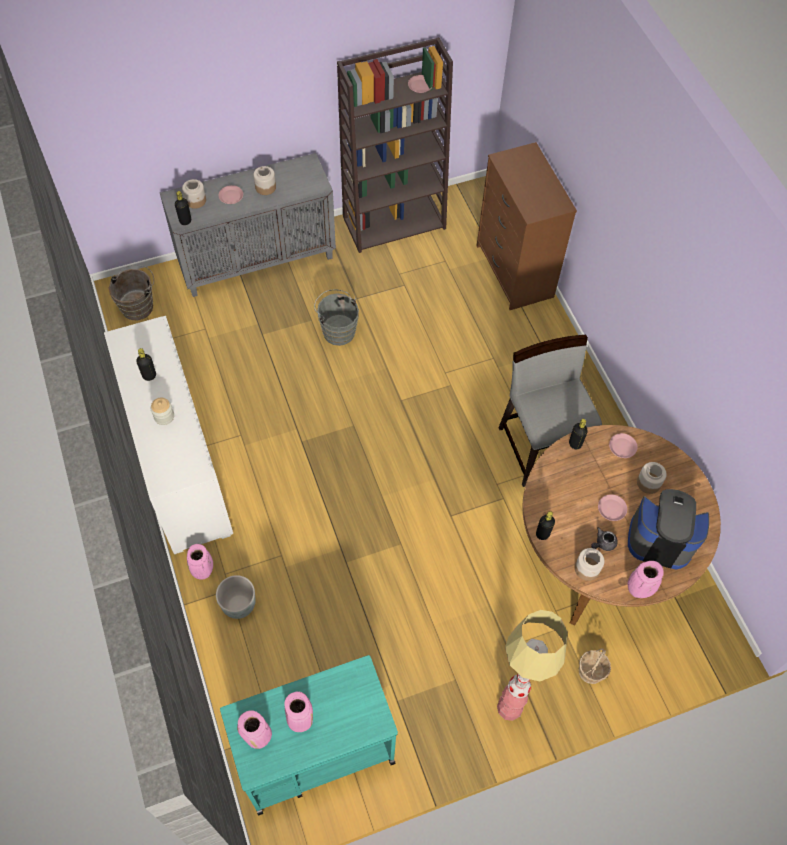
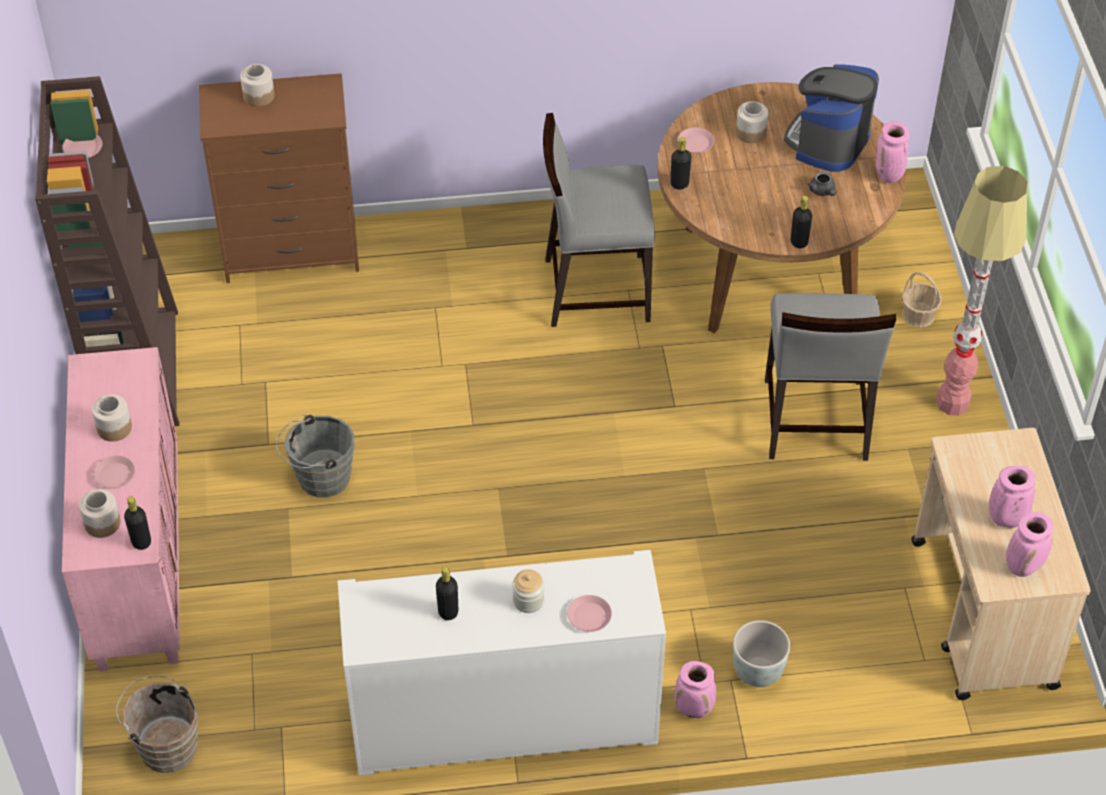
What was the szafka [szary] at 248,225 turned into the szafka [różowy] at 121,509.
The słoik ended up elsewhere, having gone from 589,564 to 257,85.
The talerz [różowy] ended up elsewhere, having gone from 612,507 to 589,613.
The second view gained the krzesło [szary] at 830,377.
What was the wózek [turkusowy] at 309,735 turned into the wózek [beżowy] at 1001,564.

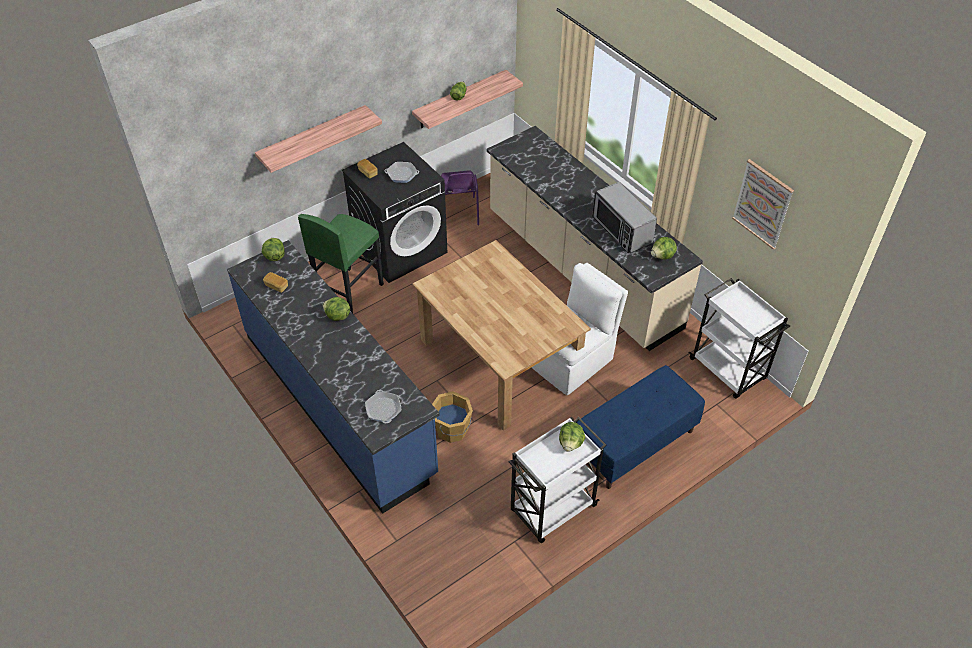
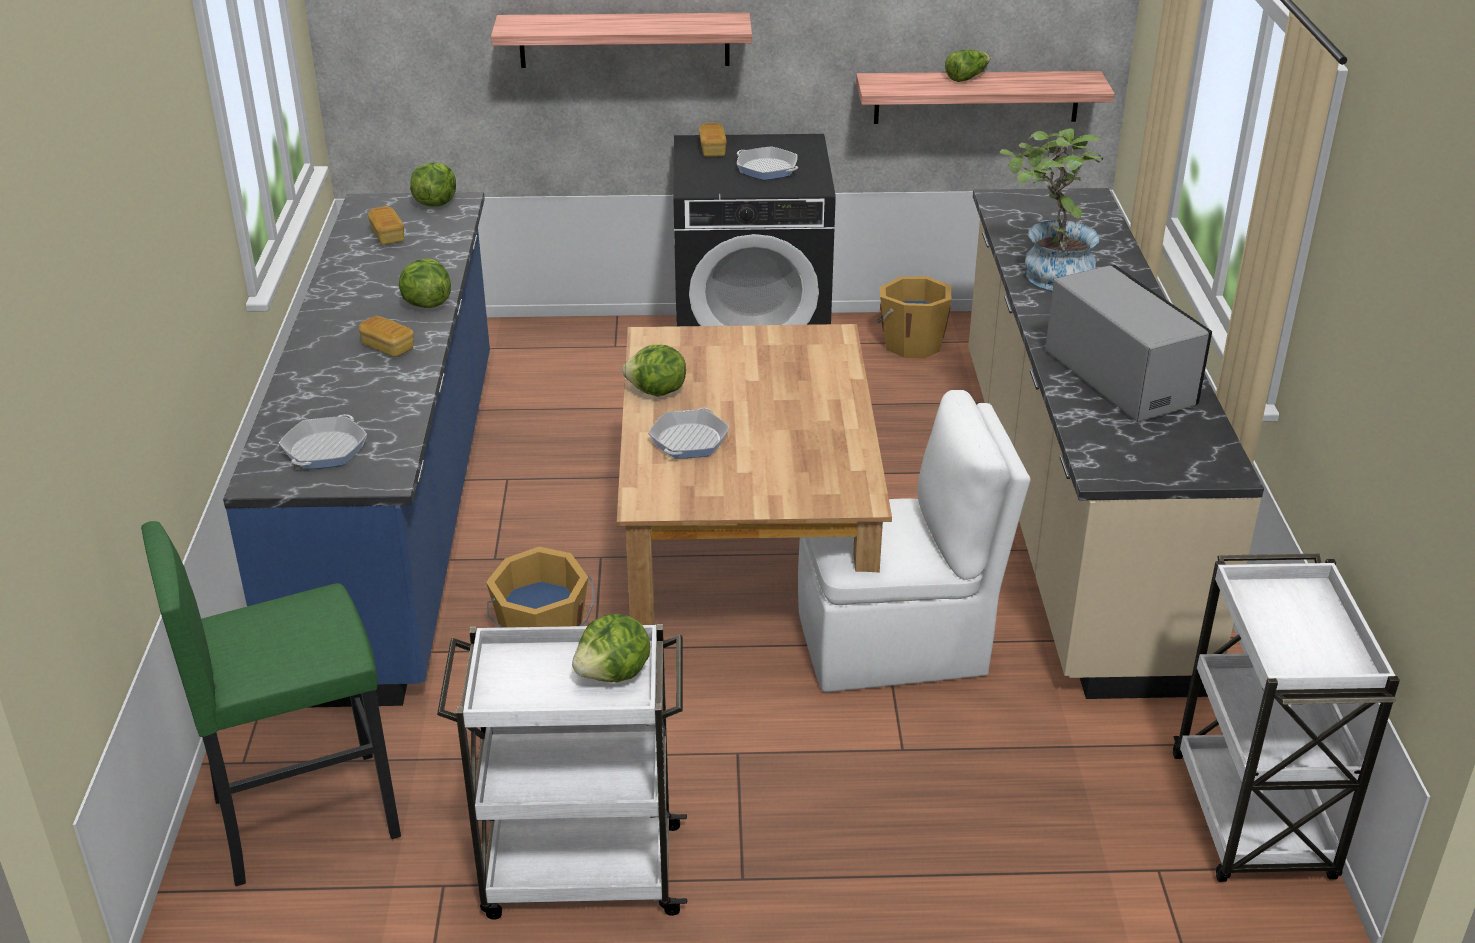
The stołek [zielony] ended up elsewhere, having gone from 341,263 to 271,703.
The second view gained the chleb at 386,336.
The sałata ended up elsewhere, having gone from 664,248 to 654,370.
The second view gained the patelnia at 689,433.
Where the krzesło [fioletowy] stood at 460,199, the wiadro [pomarańczowy] came to stand at 913,317.
The second view gained the roślina doniczkowa at 1051,209.
The mikrofalówka at 624,217 ended up facing another way, 150 degrees clockwise from before.
The second view lost the ławka [niebieski] at 641,427.
The second view lost the obraz at 763,204.

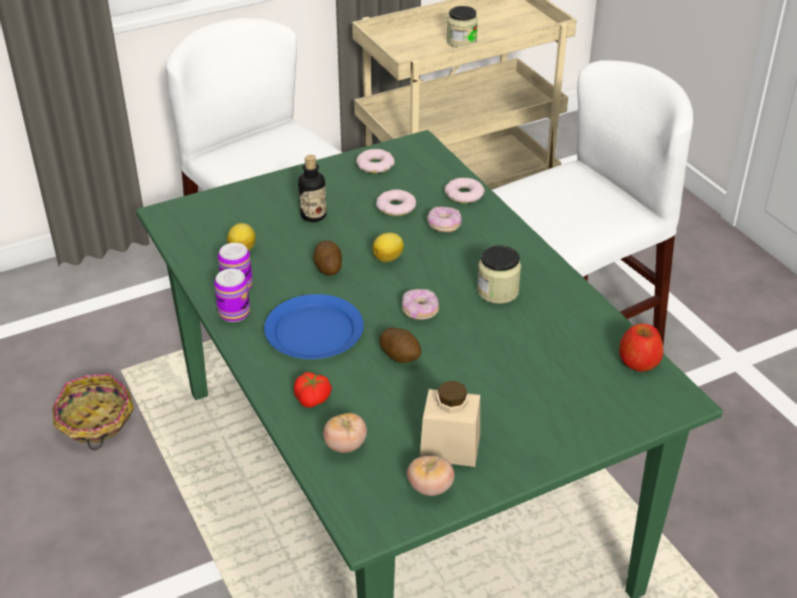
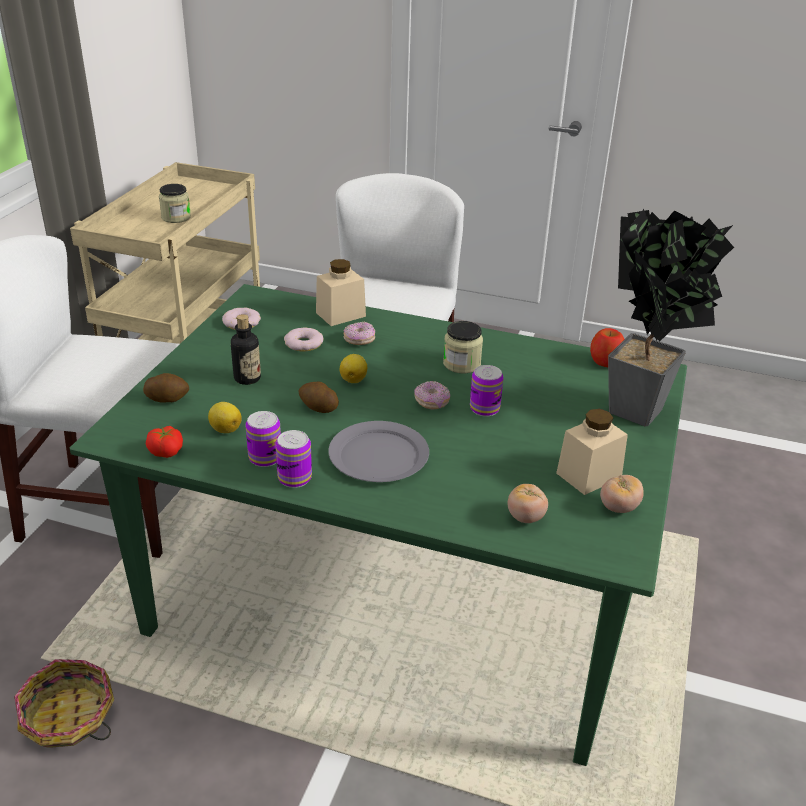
The ziemniak ended up elsewhere, having gone from 400,345 to 166,387.
The pomidor ended up elsewhere, having gone from 313,389 to 164,442.
Where the donut stood at 465,190, the słoik [beżowy] came to stand at 341,292.
What was the talerz [niebieski] at 314,326 turned into the talerz [szary] at 378,451.
The second view gained the puszka at 486,391.
The second view gained the roślina doniczkowa at 671,317.

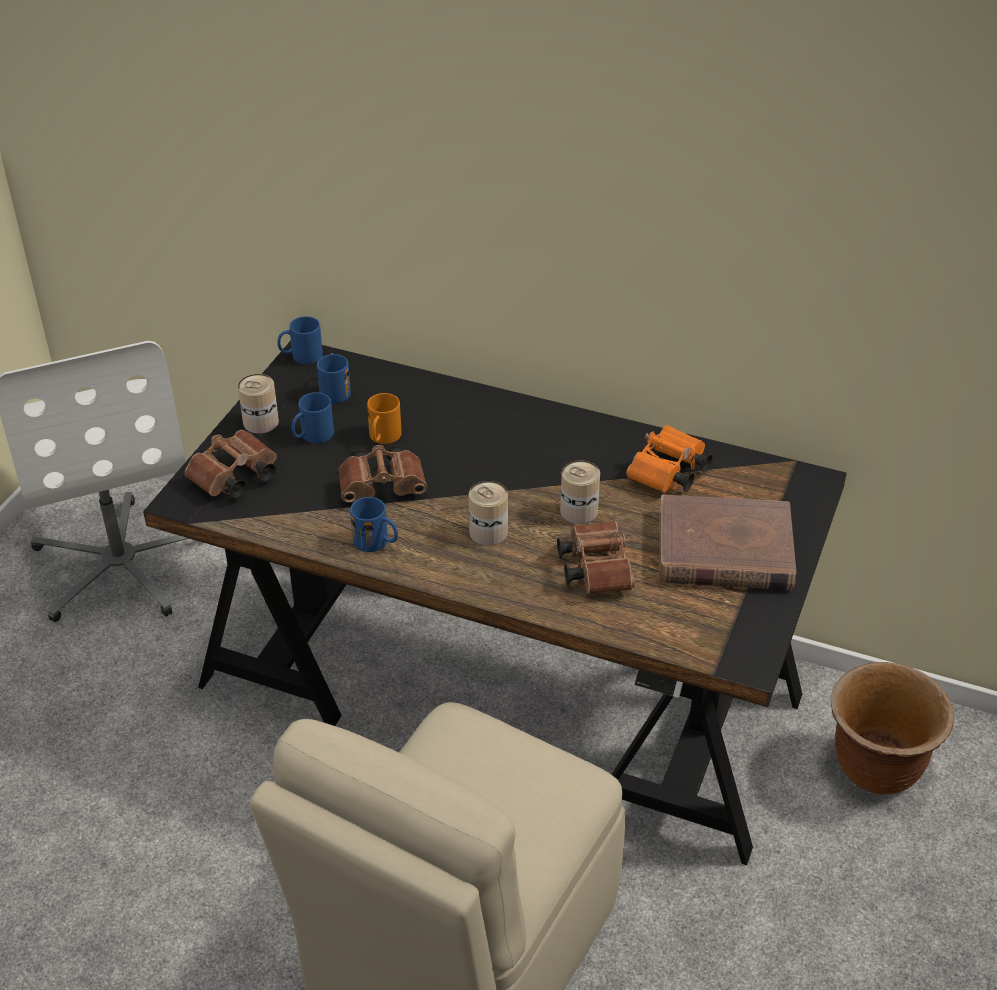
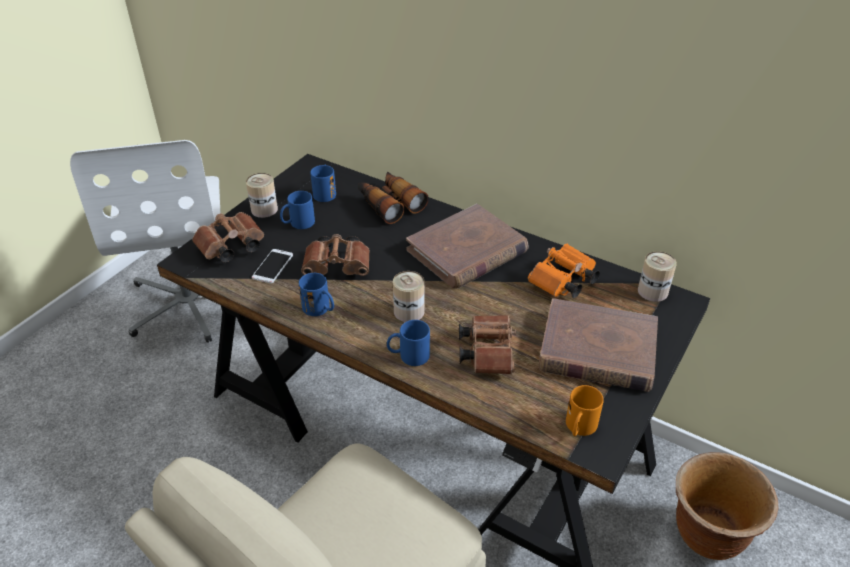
The second view gained the telefon at 272,266.
The second view gained the lornetka at 393,198.
The kubek [niebieski] ended up elsewhere, having gone from 300,340 to 408,343.
The second view gained the książka [brązowy] at 467,246.
The kubek [pomarańczowy] ended up elsewhere, having gone from 384,418 to 585,410.
The puszka ended up elsewhere, having gone from 580,492 to 657,276.

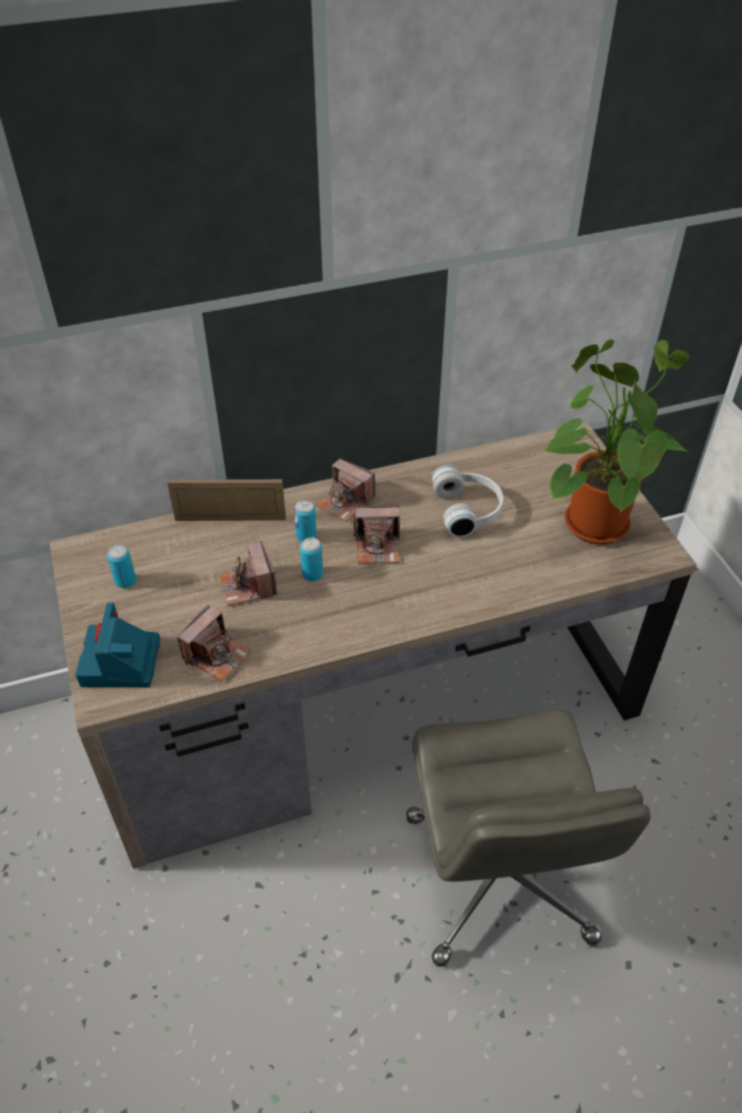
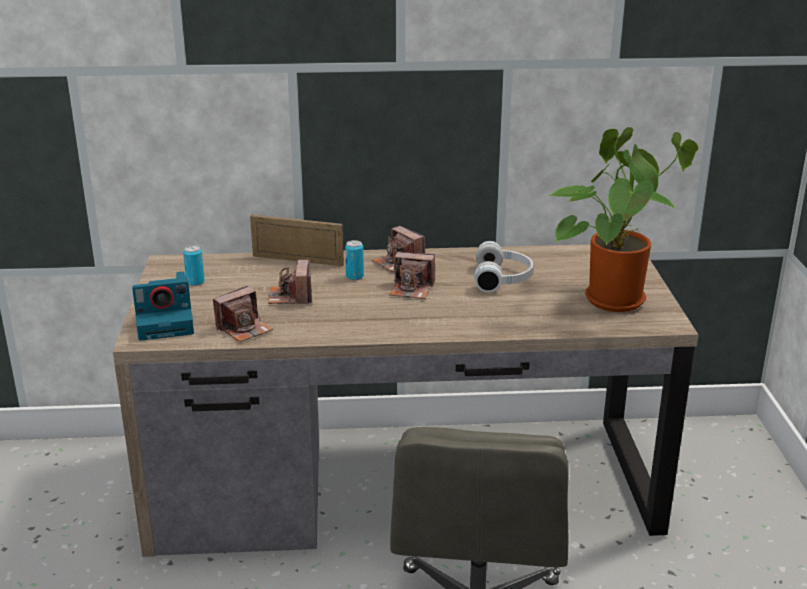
The aparat fotograficzny at 117,645 ended up facing another way, 120 degrees counterclockwise from before.
The second view lost the puszka at 311,559.

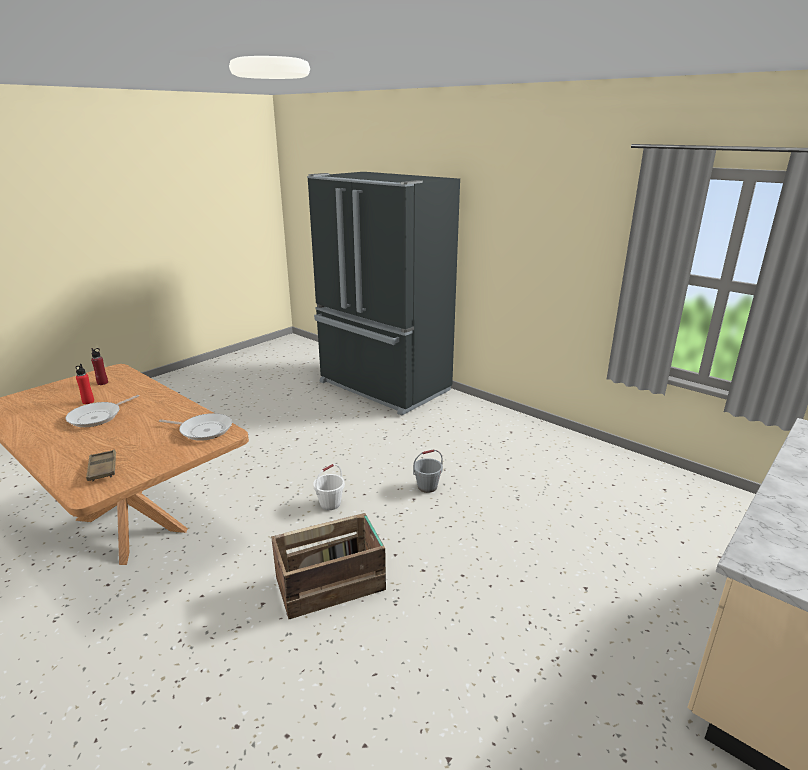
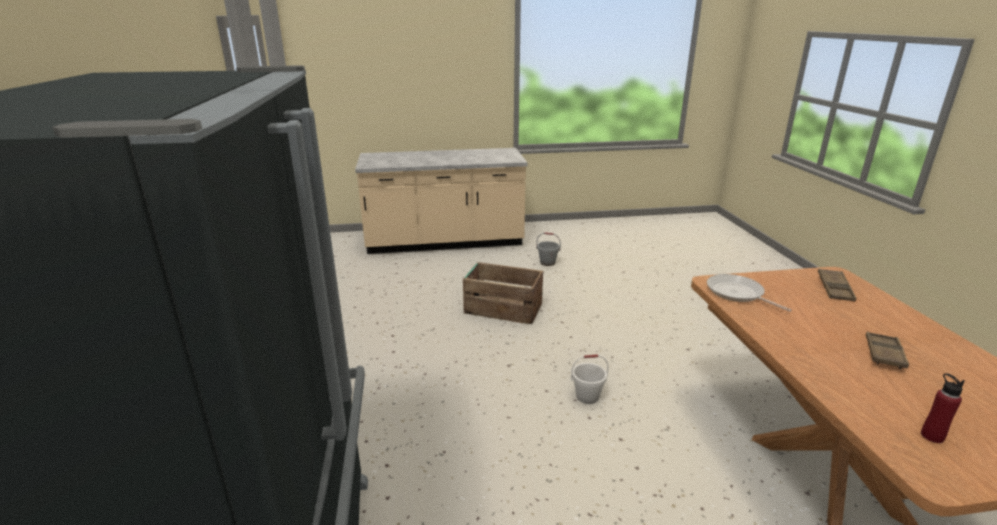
The skrzynka ended up elsewhere, having gone from 328,566 to 503,293.
The wiadro [szary] ended up elsewhere, having gone from 428,471 to 548,249.
Where the patelnia stood at 102,411, the taca [brązowy] came to stand at 887,350.
The second view lost the butelka [czerwony] at 84,384.

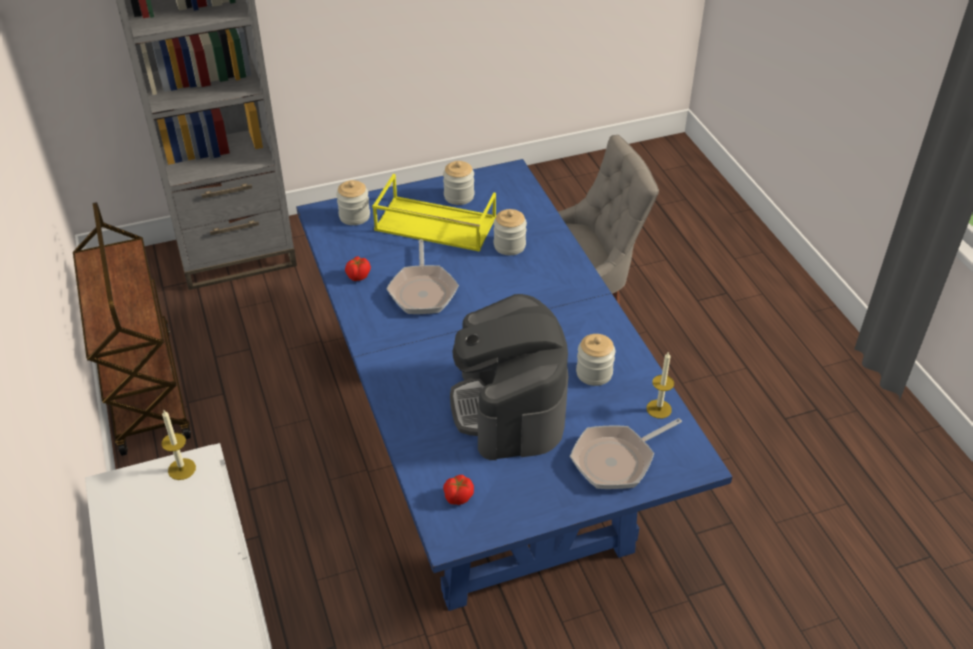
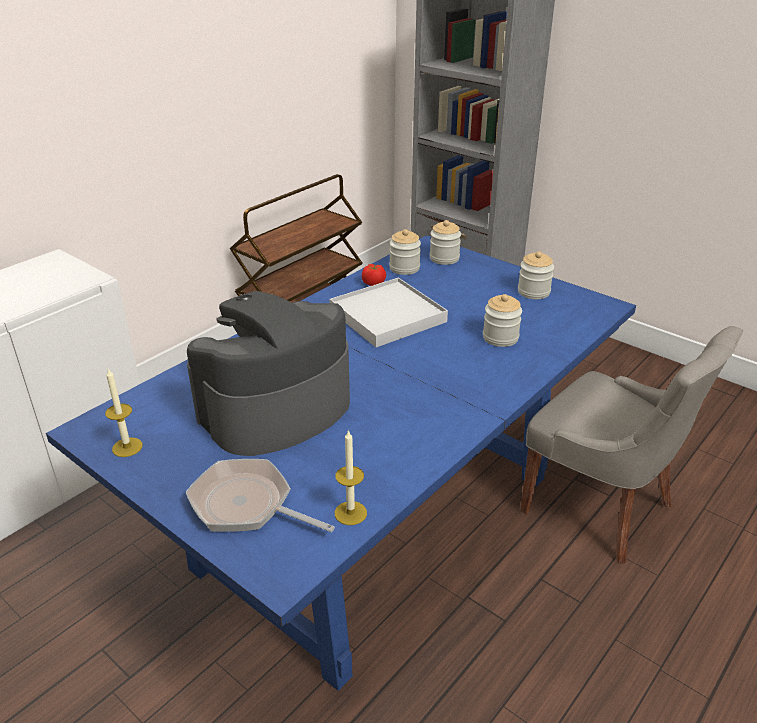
The świeca ended up elsewhere, having gone from 178,445 to 123,412.
Where the patelnia stood at 422,276, the taca [biały] came to stand at 388,312.
The słoik ended up elsewhere, having gone from 595,360 to 405,252.
The second view lost the taca [żółty] at 434,213.
The second view lost the pomidor at 458,490.

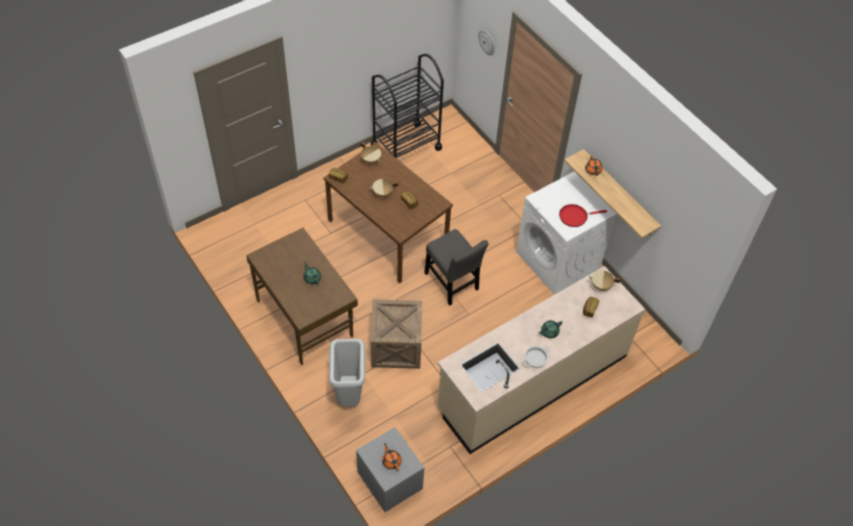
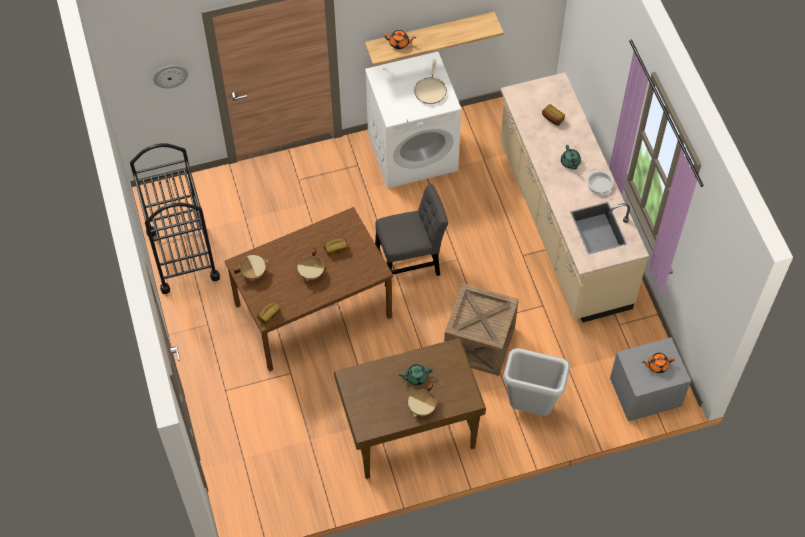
The garnek [beżowy] ended up elsewhere, having gone from 605,280 to 422,399.
What was the patelnia [czerwony] at 583,215 turned into the patelnia [beżowy] at 430,81.

